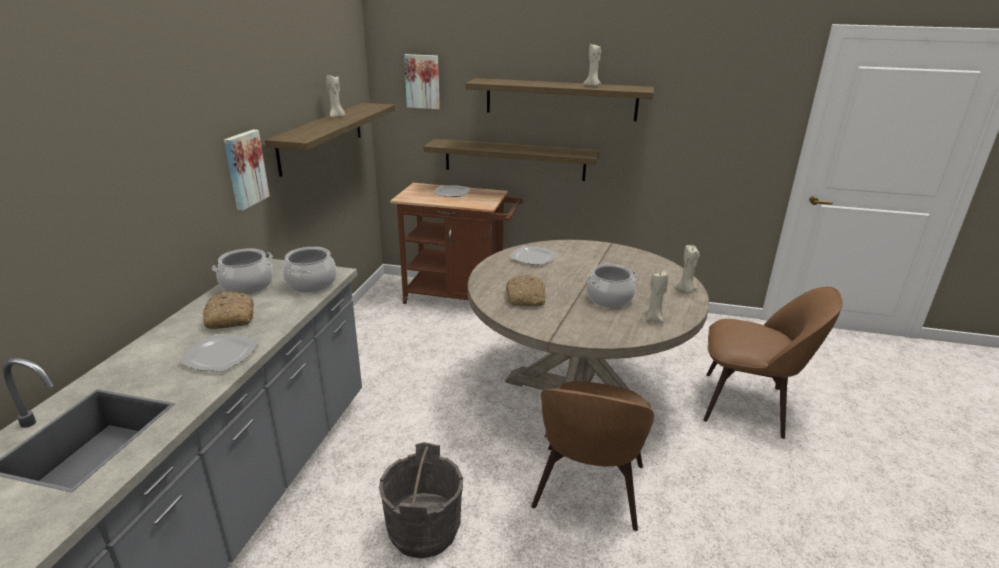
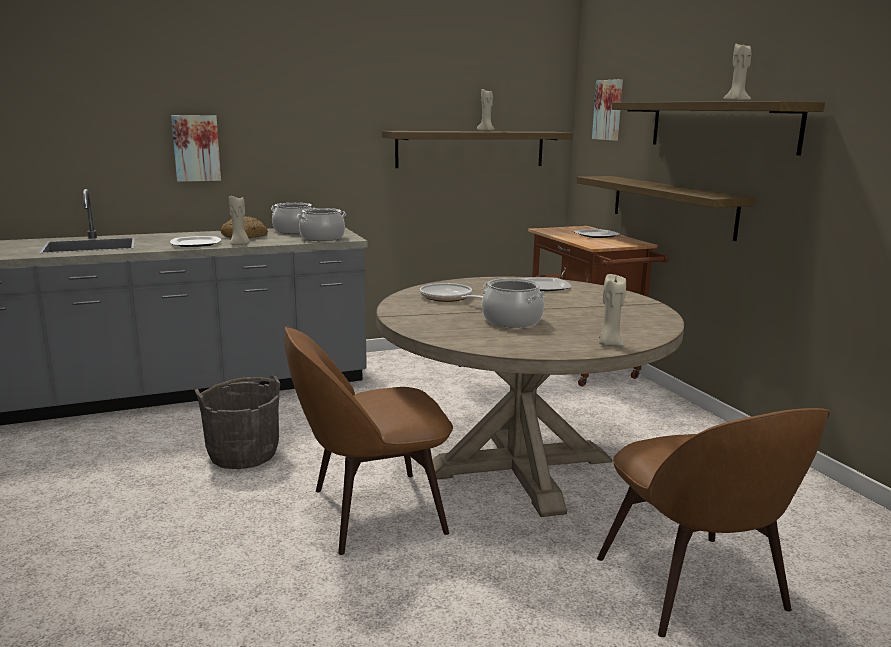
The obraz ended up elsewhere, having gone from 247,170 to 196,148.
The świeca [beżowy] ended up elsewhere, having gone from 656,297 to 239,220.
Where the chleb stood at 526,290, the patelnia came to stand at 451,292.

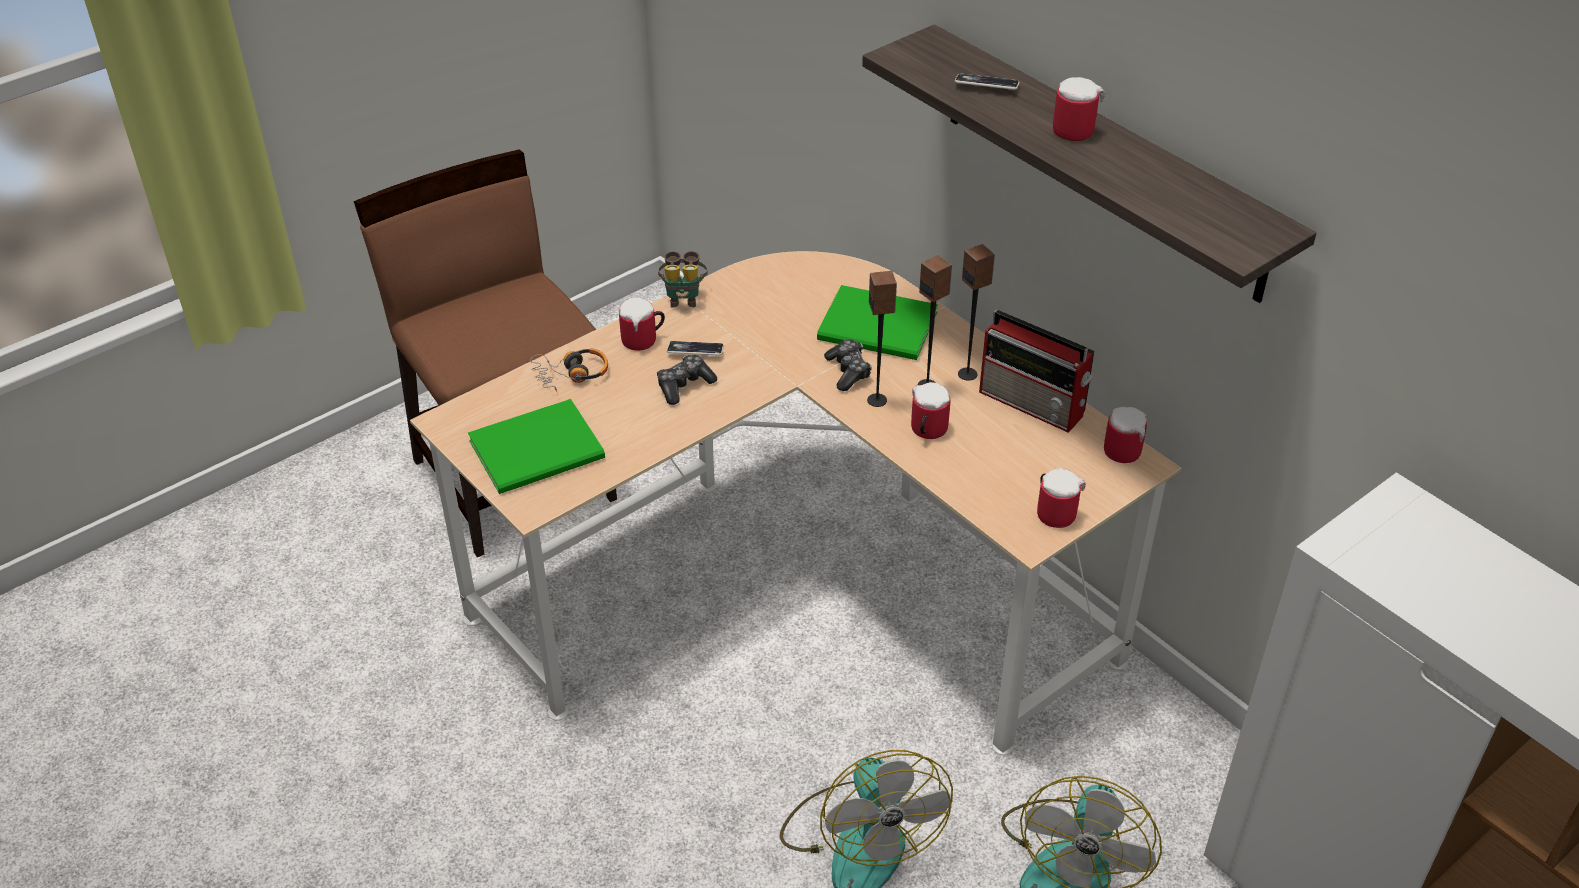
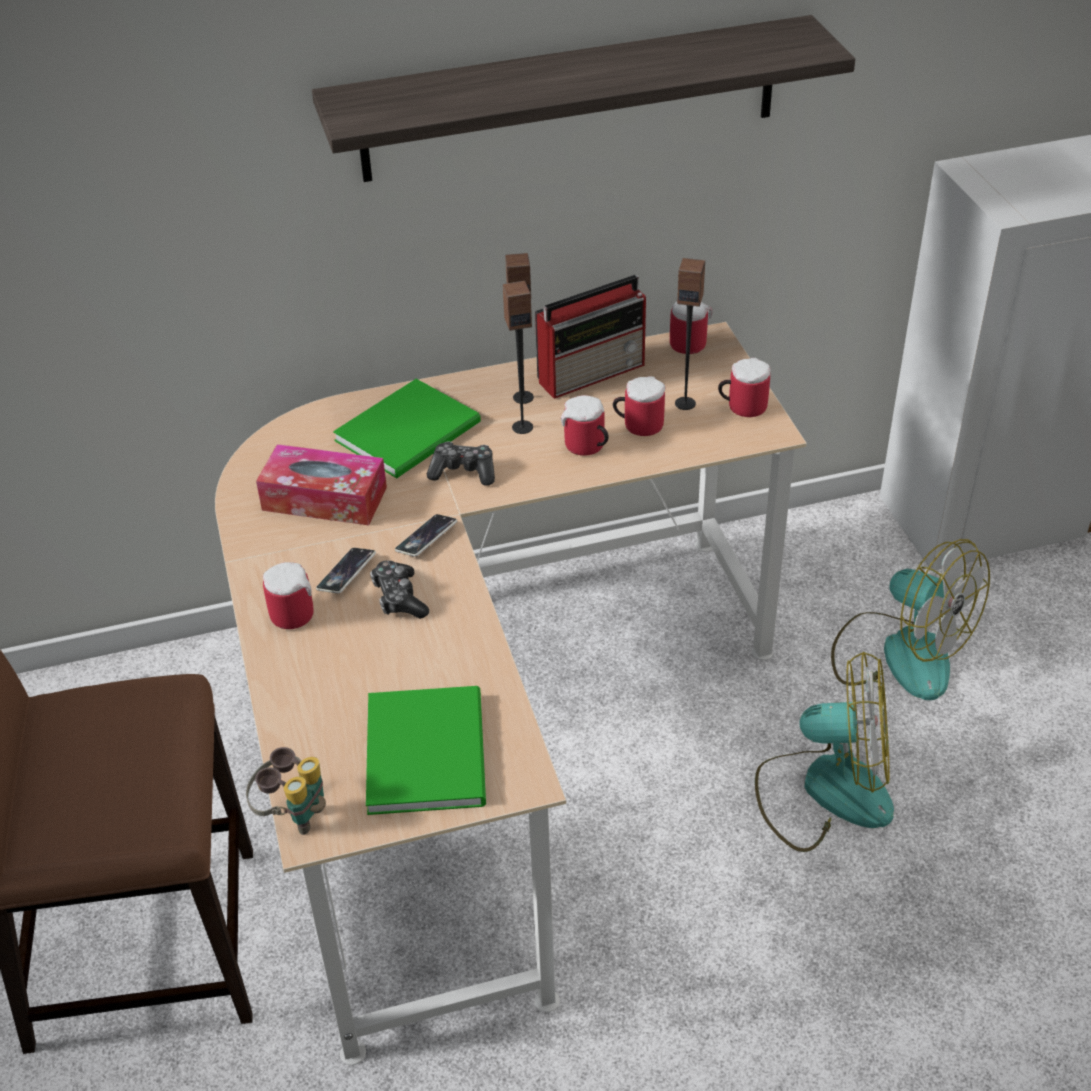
The lornetka ended up elsewhere, having gone from 683,279 to 286,791.
The second view gained the pudełko chusteczek at 321,485.
The telefon ended up elsewhere, having gone from 987,81 to 426,535.
The kubek ended up elsewhere, having gone from 1079,109 to 639,406.
The głośnik ended up elsewhere, having gone from 882,339 to 690,334.
The second view lost the słuchawki at 569,370.

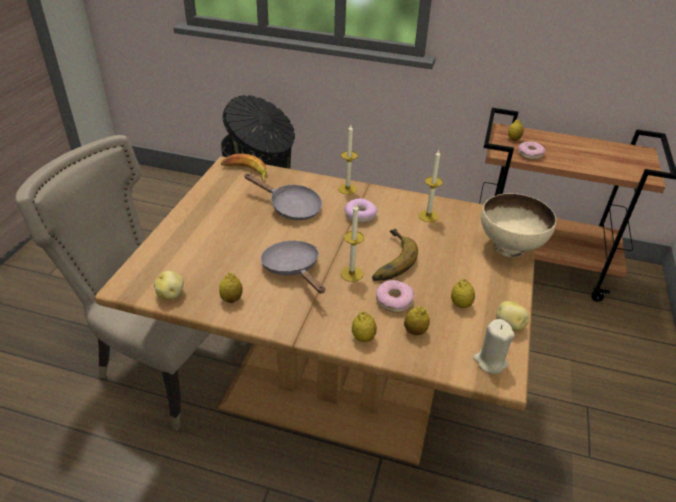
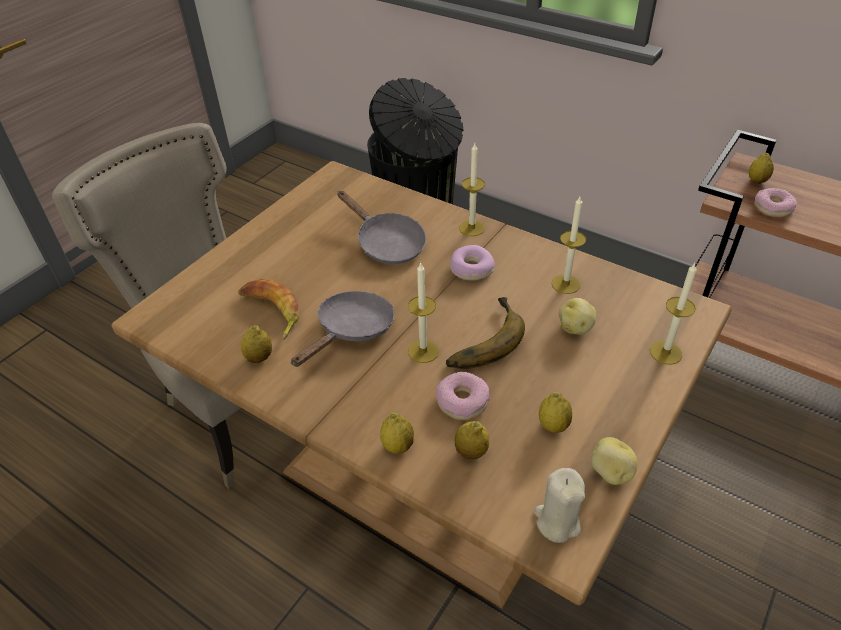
The banan ended up elsewhere, having gone from 244,168 to 268,309.
The patelnia [szary] at 293,267 ended up facing another way, 45 degrees clockwise from before.
The ziemniak ended up elsewhere, having gone from 169,285 to 577,316.
Where the miska [beżowy] stood at 518,225, the świeca came to stand at 673,314.

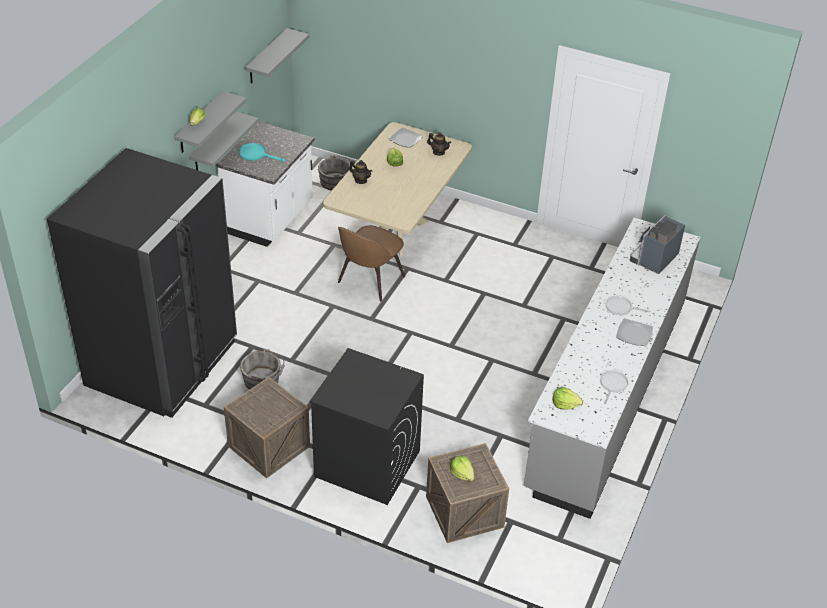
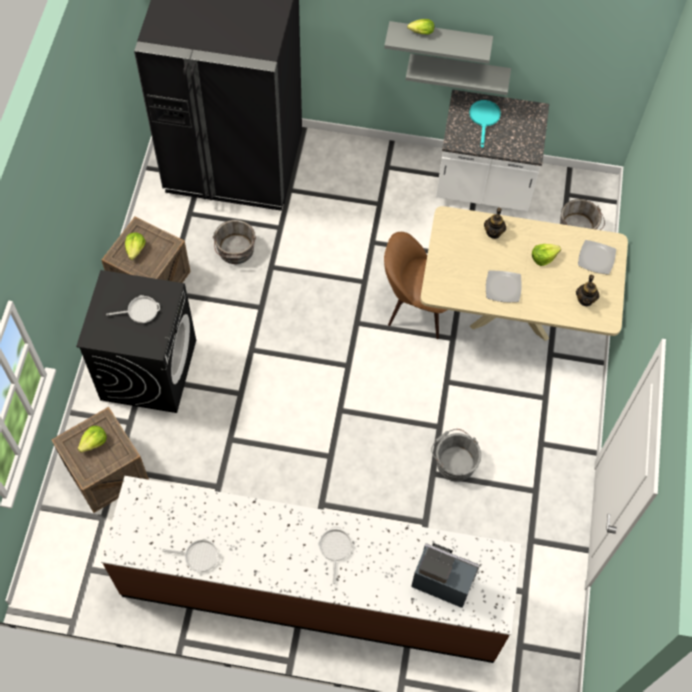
What was the zabudowa kuchenna [szary] at 612,368 turned into the zabudowa kuchenna [brązowy] at 311,569.
The second view gained the patelnia at 133,309.
The sałata ended up elsewhere, having gone from 568,398 to 135,246.
The second view gained the wiadro [szary] at 456,455.
The talerz ended up elsewhere, having gone from 634,332 to 504,286.
The second view lost the półka [szary] at 277,56.

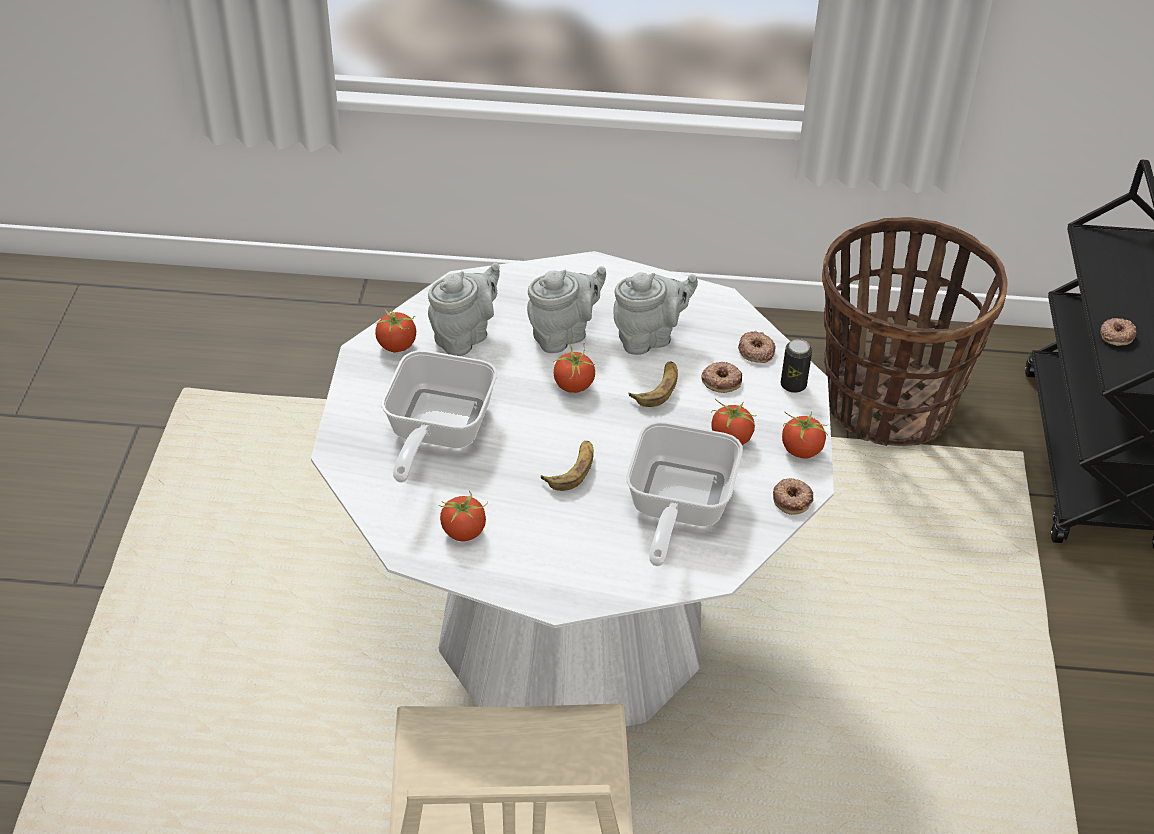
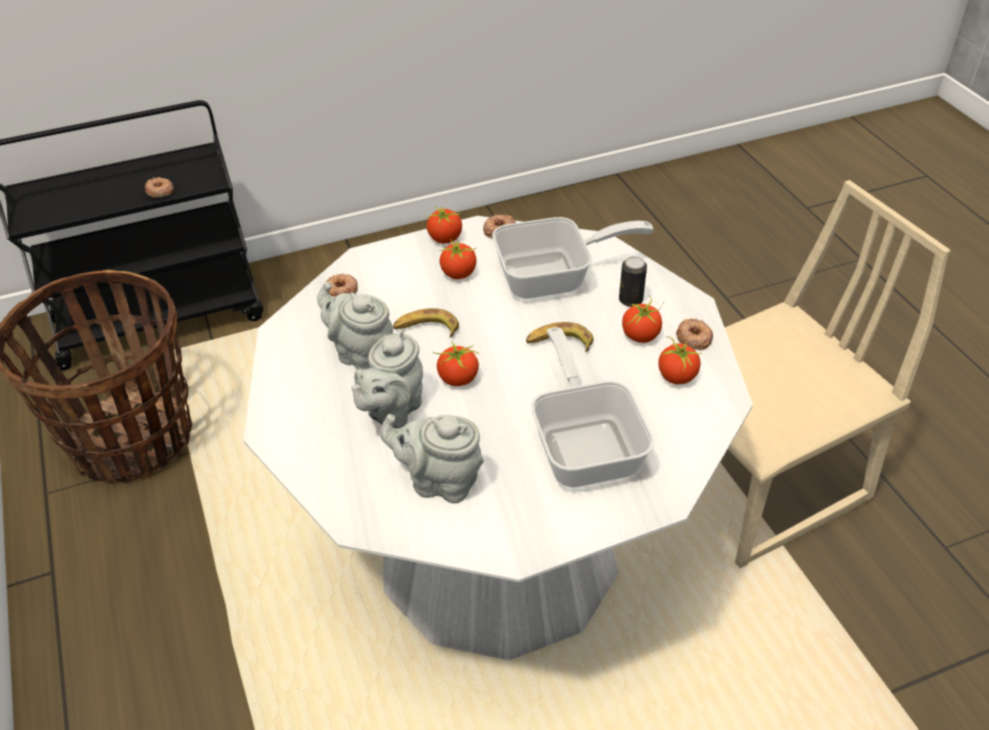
The imbryk [szary] at 566,309 ended up facing another way, 90 degrees counterclockwise from before.
The patelnia at 439,416 ended up facing another way, 90 degrees counterclockwise from before.
The puszka ended up elsewhere, having gone from 796,366 to 633,282.
The pomidor ended up elsewhere, having gone from 395,330 to 643,319.
The donut ended up elsewhere, having gone from 721,377 to 694,334.

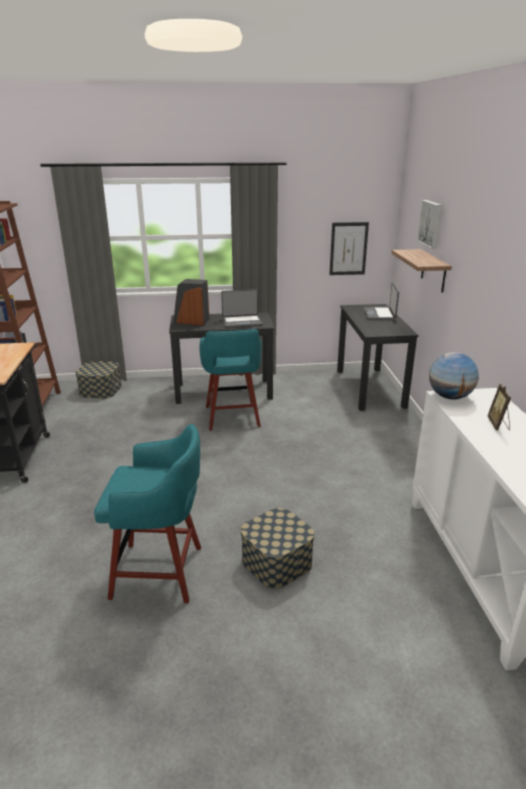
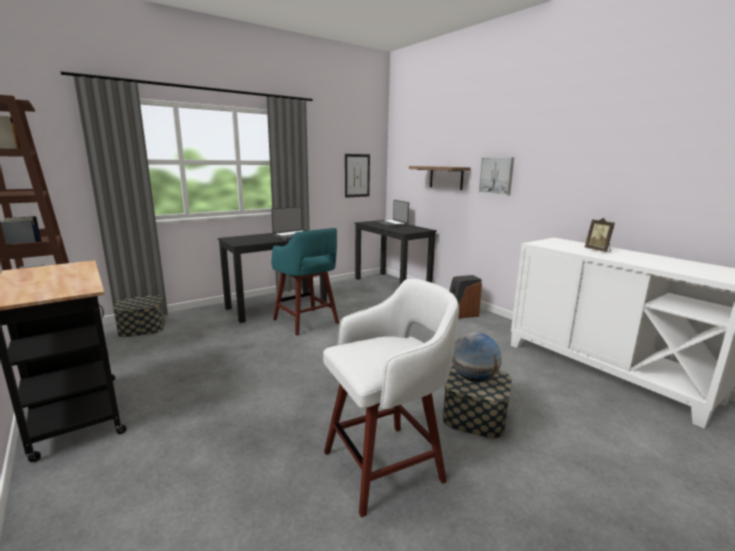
What was the stołek [turkusowy] at 147,513 turned into the stołek [biały] at 391,398.
The głośnik ended up elsewhere, having gone from 191,302 to 465,297.
The globus ended up elsewhere, having gone from 454,376 to 477,357.
The obraz ended up elsewhere, having gone from 430,224 to 496,176.

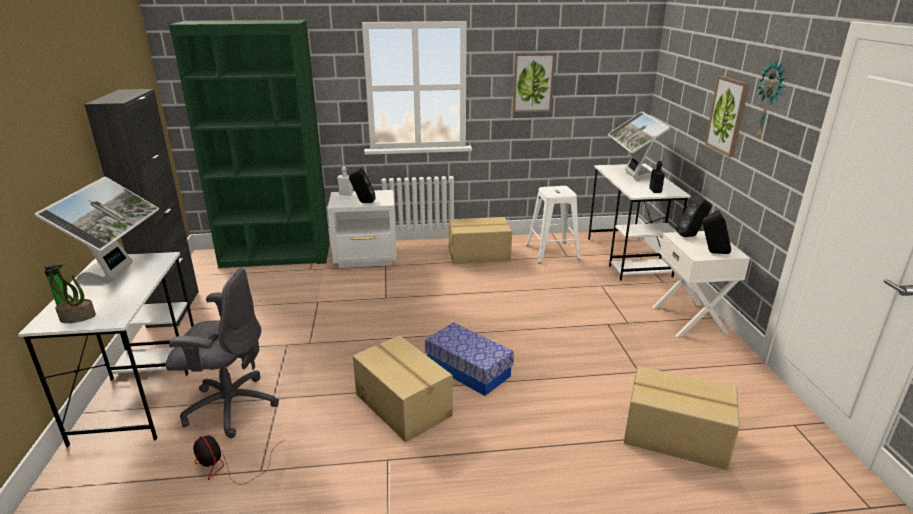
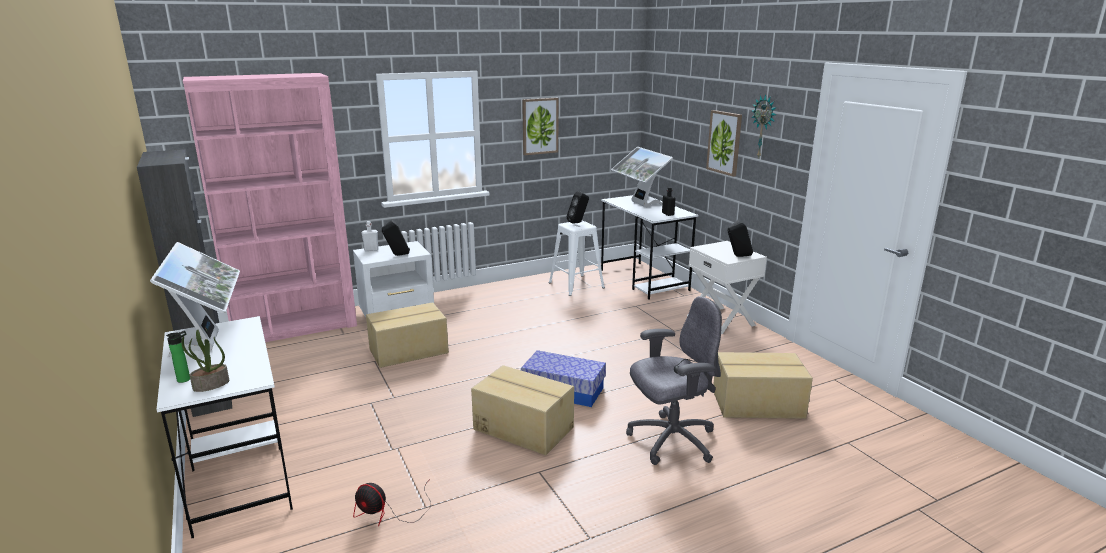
What was the regał [zielony] at 249,144 turned into the regał [różowy] at 270,207.
The karton ended up elsewhere, having gone from 480,240 to 407,335.
The głośnik [czarny] ended up elsewhere, having gone from 694,216 to 578,207.
The krzesło biurowe [szary] ended up elsewhere, having gone from 222,353 to 674,380.

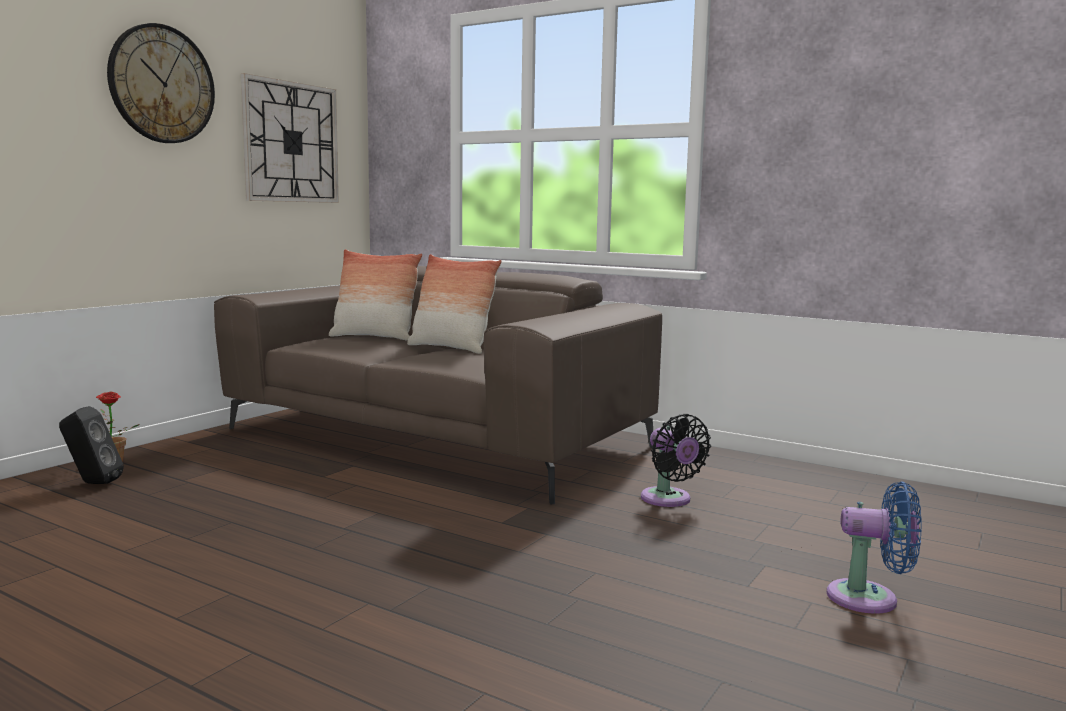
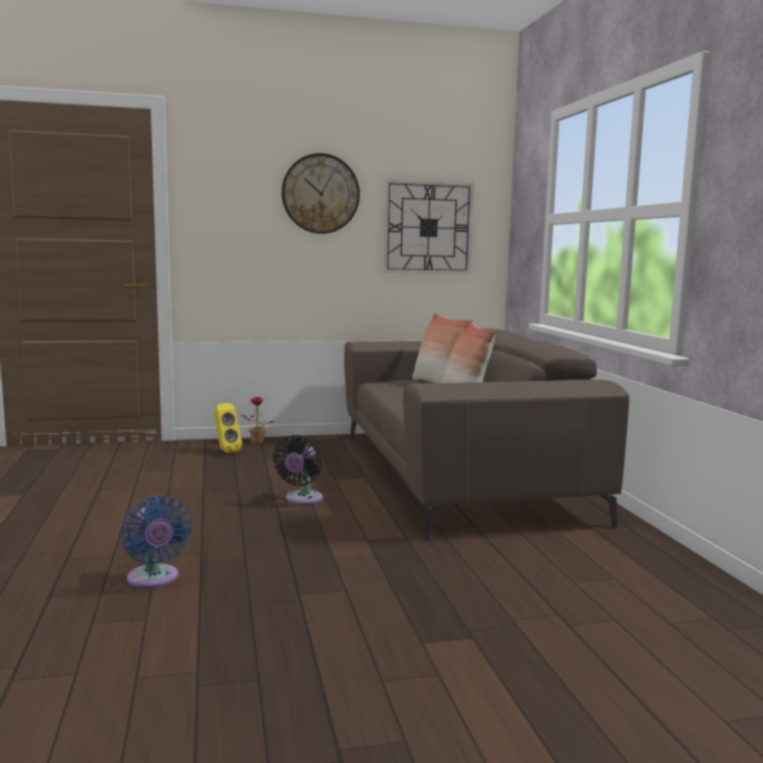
The wentylator [niebieski] ended up elsewhere, having gone from 874,548 to 156,542.
What was the głośnik [czarny] at 91,445 turned into the głośnik [żółty] at 228,428.
The wentylator [czarny] ended up elsewhere, having gone from 676,460 to 298,470.

